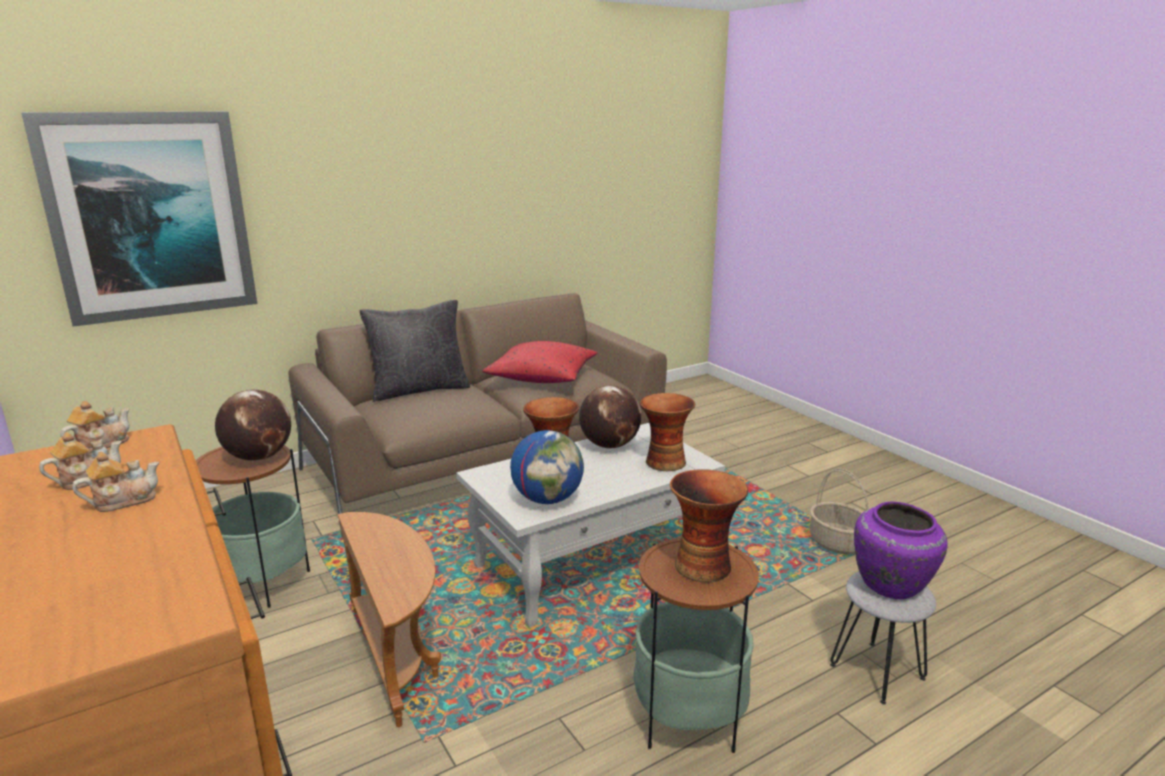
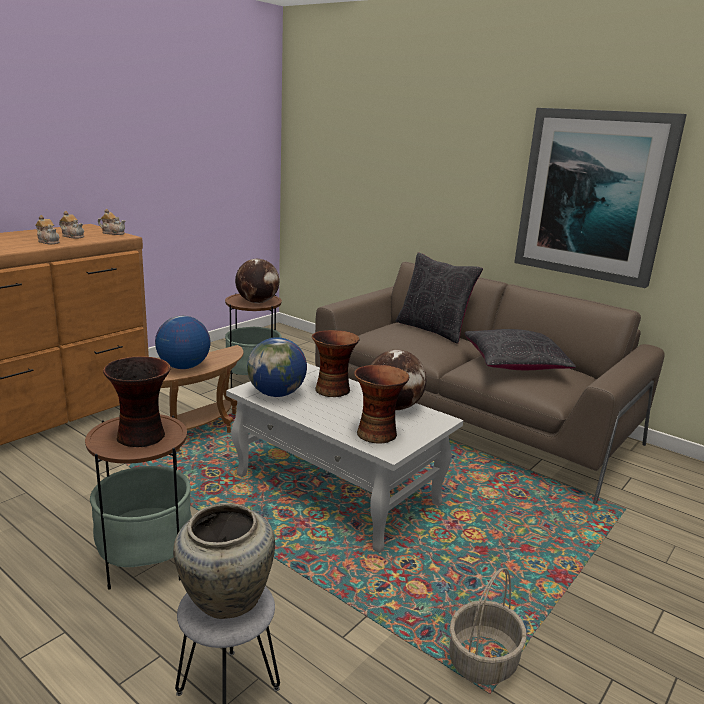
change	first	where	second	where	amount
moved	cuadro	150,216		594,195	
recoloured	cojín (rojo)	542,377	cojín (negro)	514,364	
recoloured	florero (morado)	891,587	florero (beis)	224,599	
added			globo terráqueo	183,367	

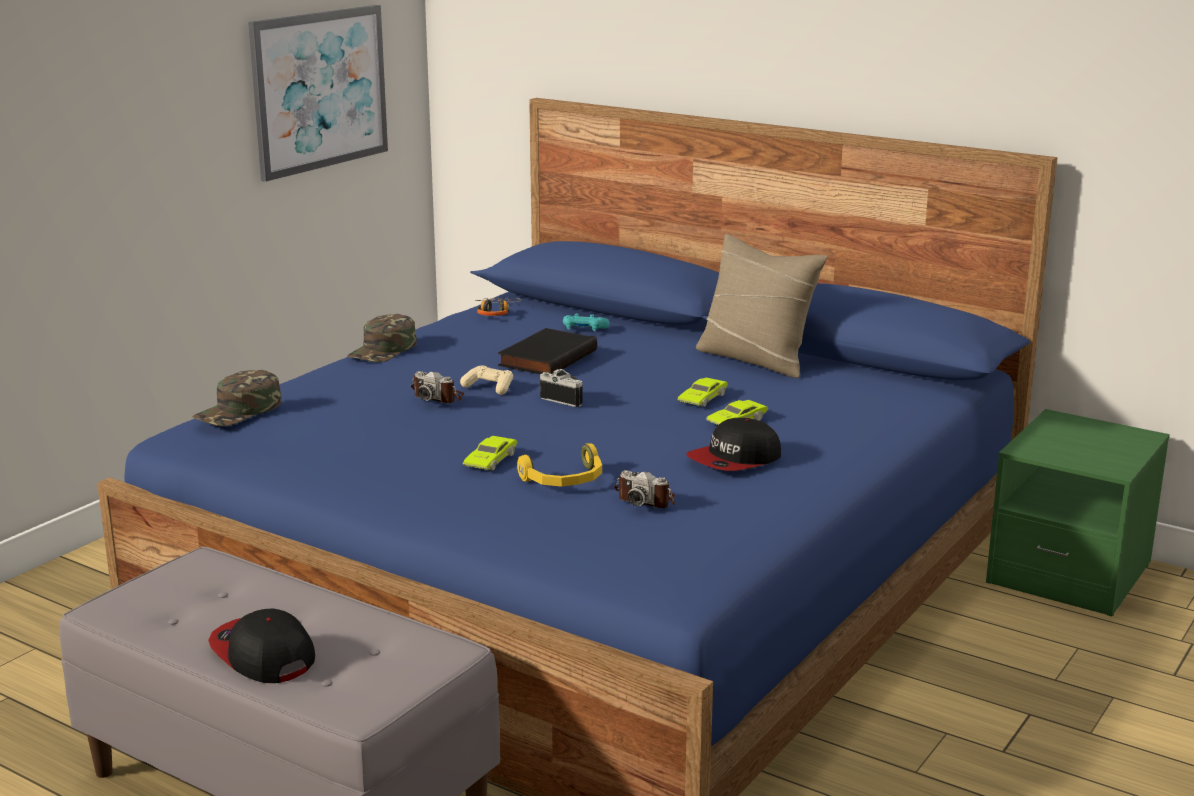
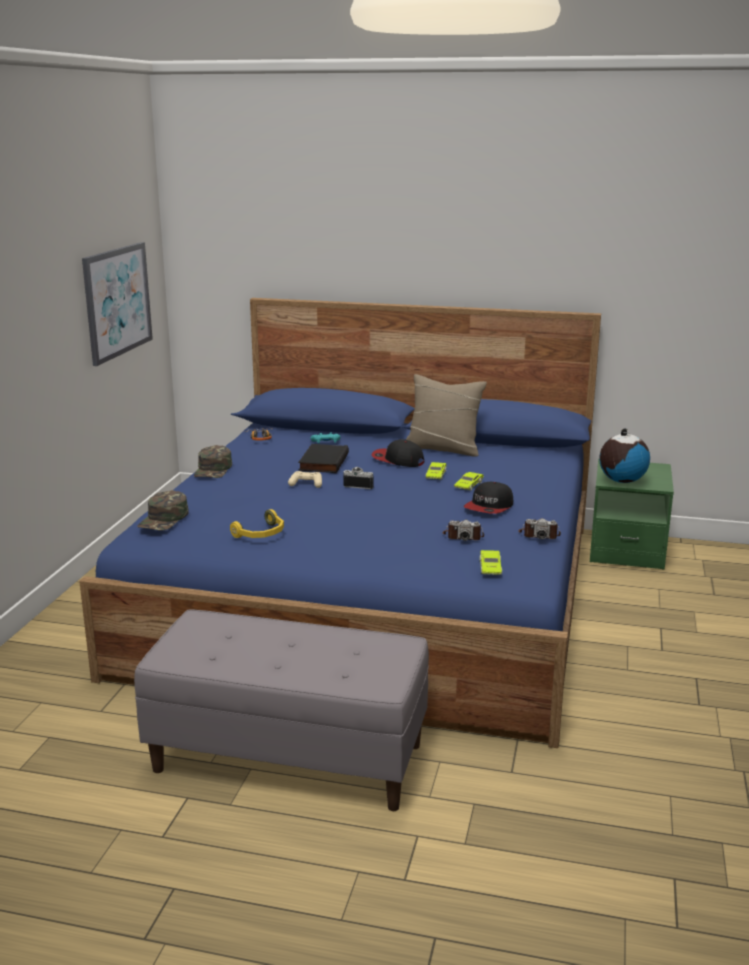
change	first	where	second	where	amount
moved	cámara	438,397		539,535	
moved	coche de juguete (verde)	490,460		490,567	
moved	auriculares (amarillo)	565,481		261,534	
moved	gorra	262,654		397,460	
added			globo terráqueo	621,481	

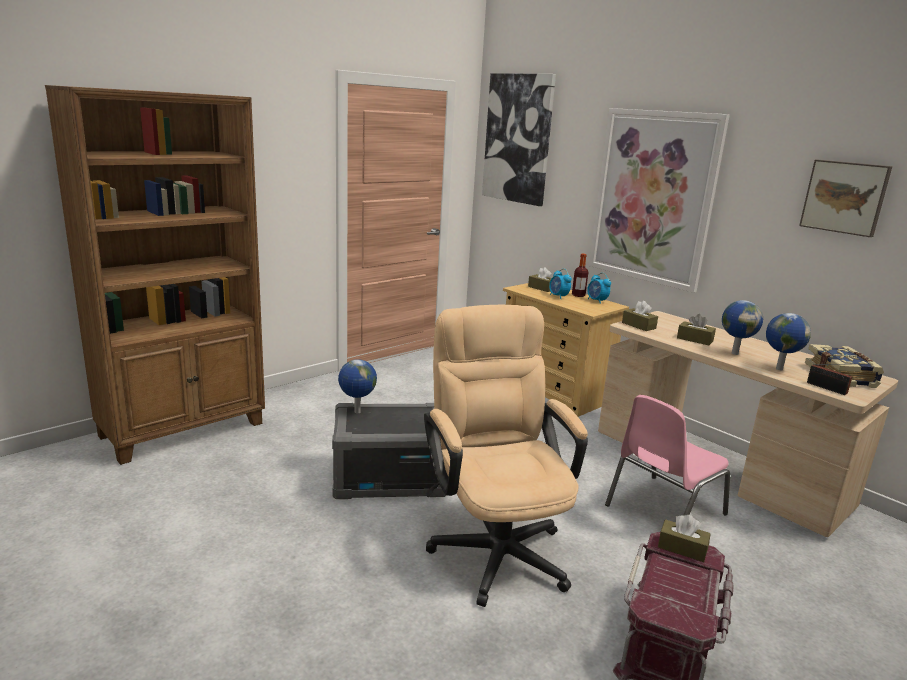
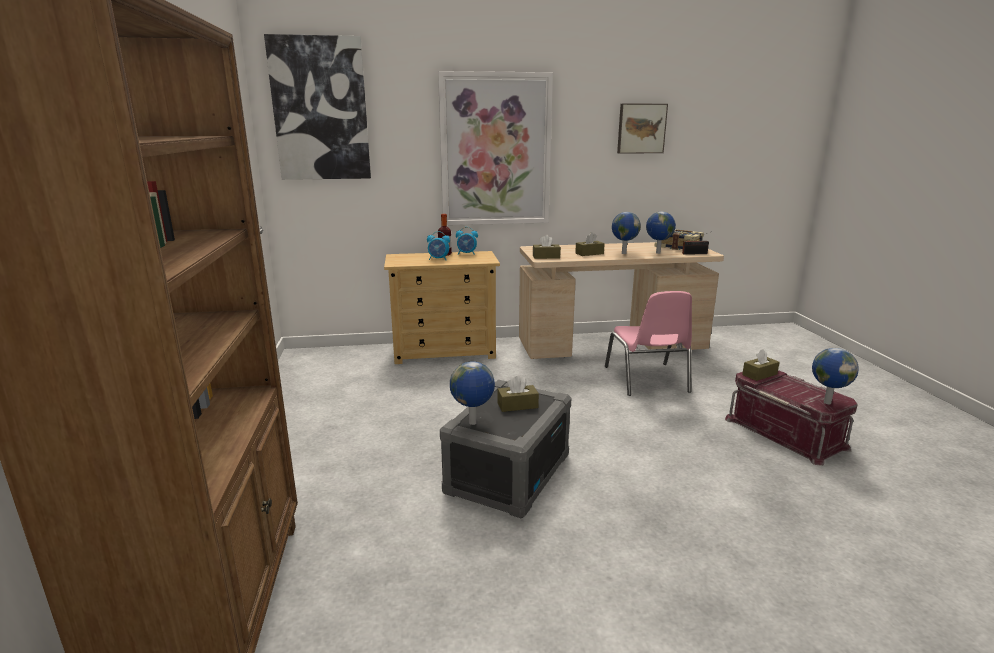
change	first	where	second	where	amount
moved	caja de pañuelos (marrón)	541,288		517,405	
removed	silla de oficina (beis)	495,545			
added			globo terráqueo	826,402	

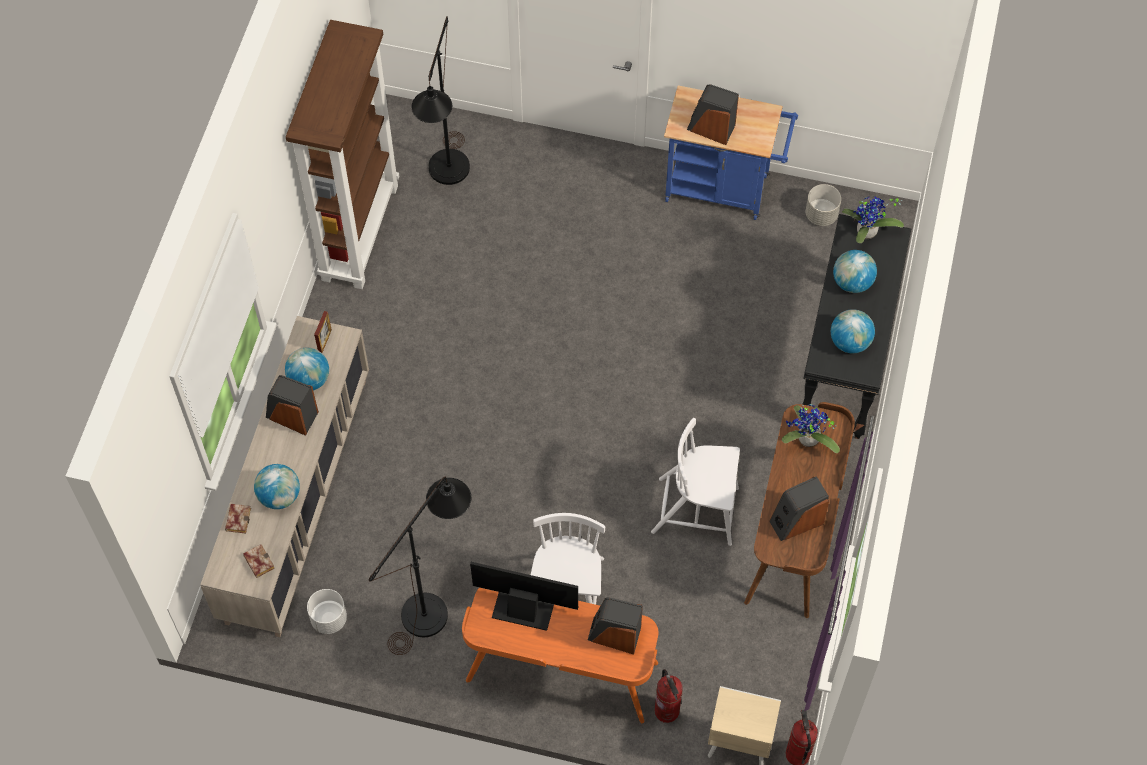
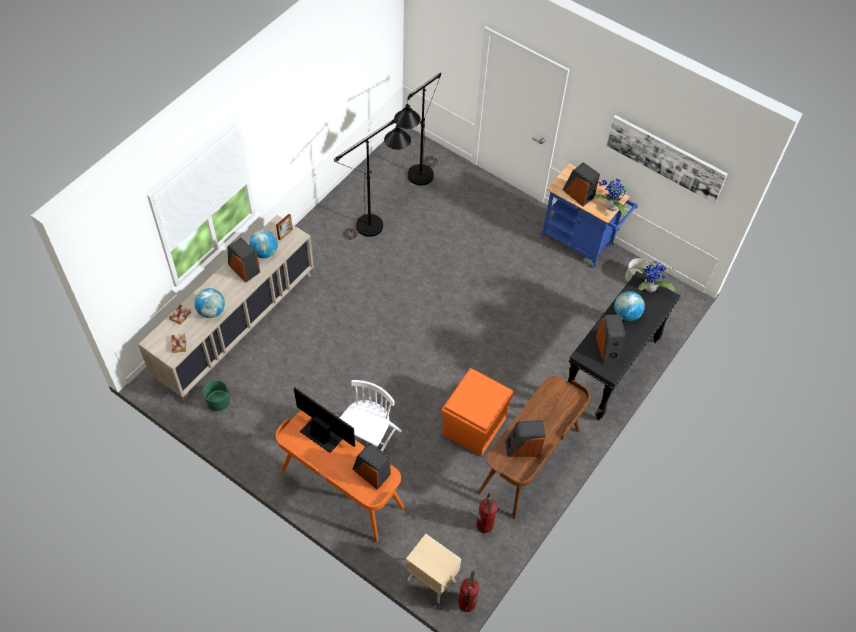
change	first	where	second	where	amount
removed	estantería (marrón)	359,231			
replaced	globo terráqueo	850,342	altavoz	608,349	
moved	planta en maceta	806,441		610,207	
replaced	silla (blanco)	697,511	caja de almacenaje (naranja)	474,425	
moved	lámpara de pie (negro)	433,605		376,223	
recoloured	maceta (blanco)	329,619	maceta (verde)	218,402	
moved	extintor	667,711		484,525	
added			cuadro	665,158	

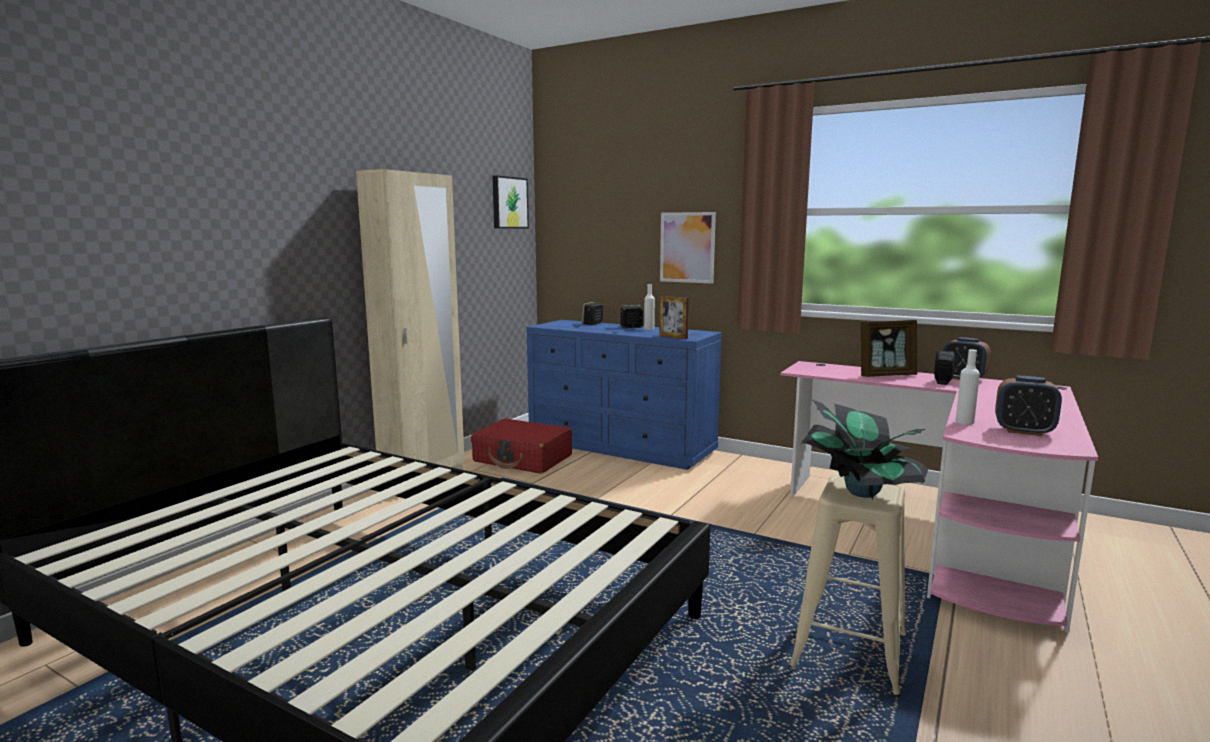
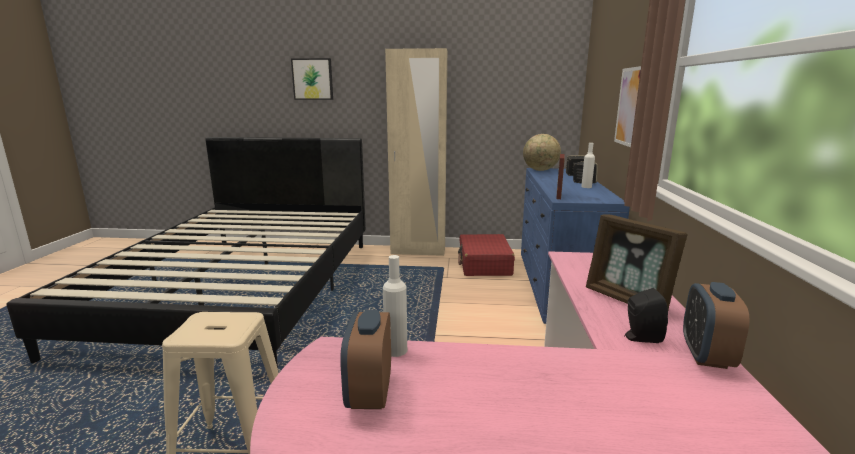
change	first	where	second	where	amount
moved	cuadro	509,203		313,79	
removed	planta en maceta	862,492			
added			globo terráqueo	540,170	

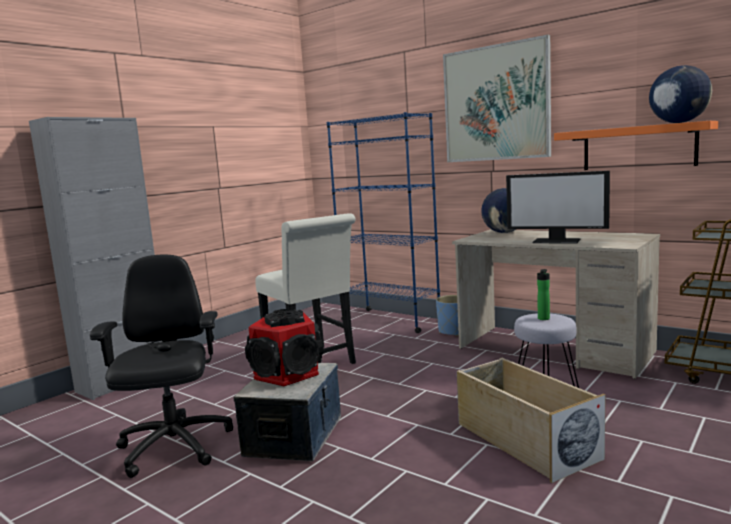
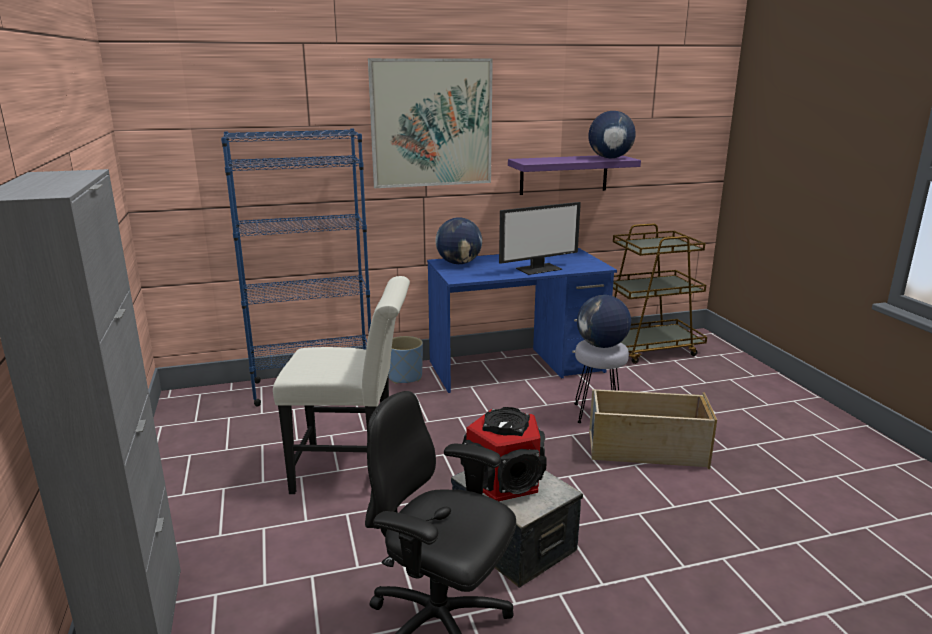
change	first	where	second	where	amount
recoloured	estante (naranja)	638,147	estante (morado)	564,174	
recoloured	escritorio (beis)	554,350	escritorio (azul)	516,367	
replaced	botella	543,319	globo terráqueo	602,346	

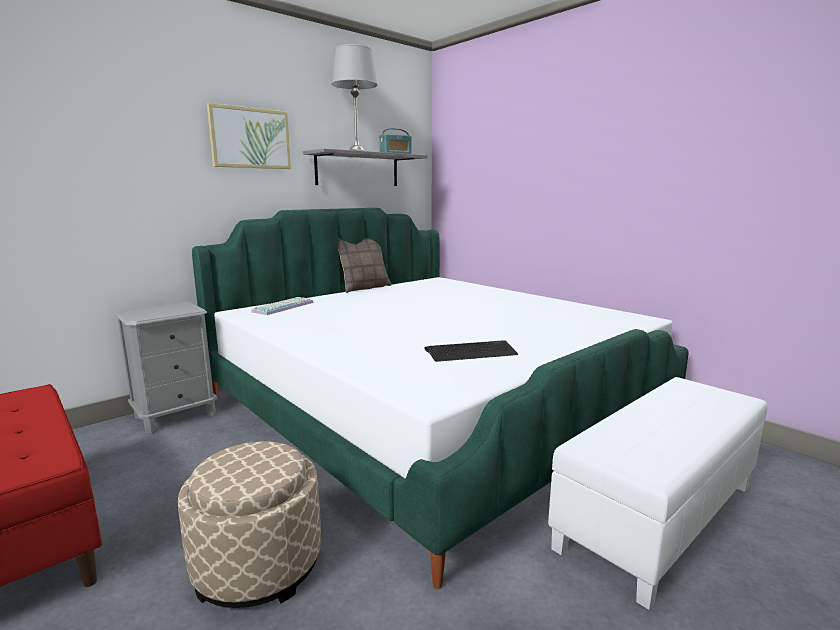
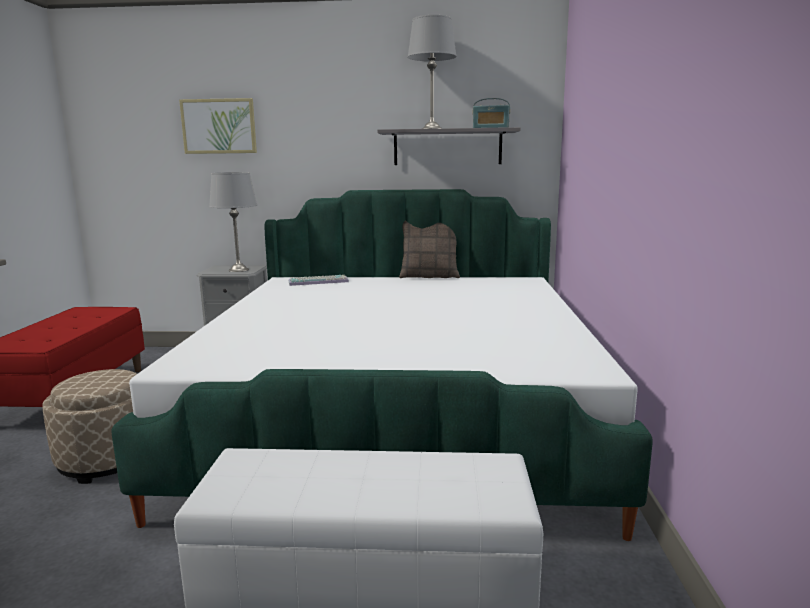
change	first	where	second	where	amount
moved	cuadro	250,138		219,126	
removed	teclado	471,352			
added			lámpara de mesa (gris)	239,270	

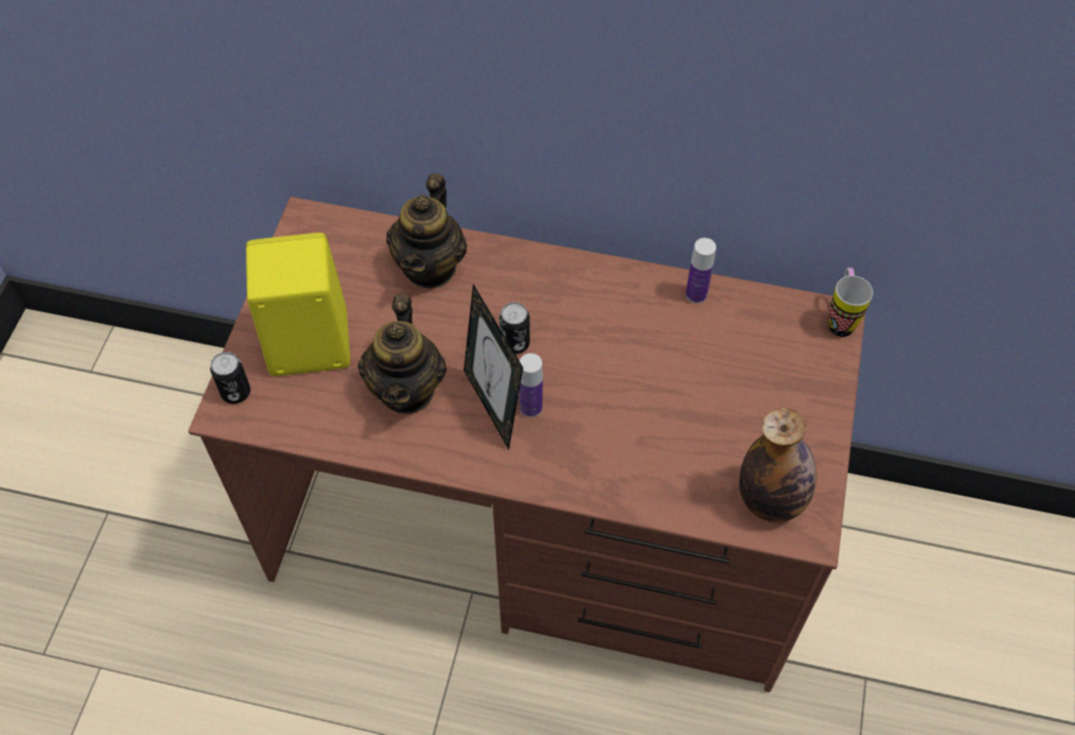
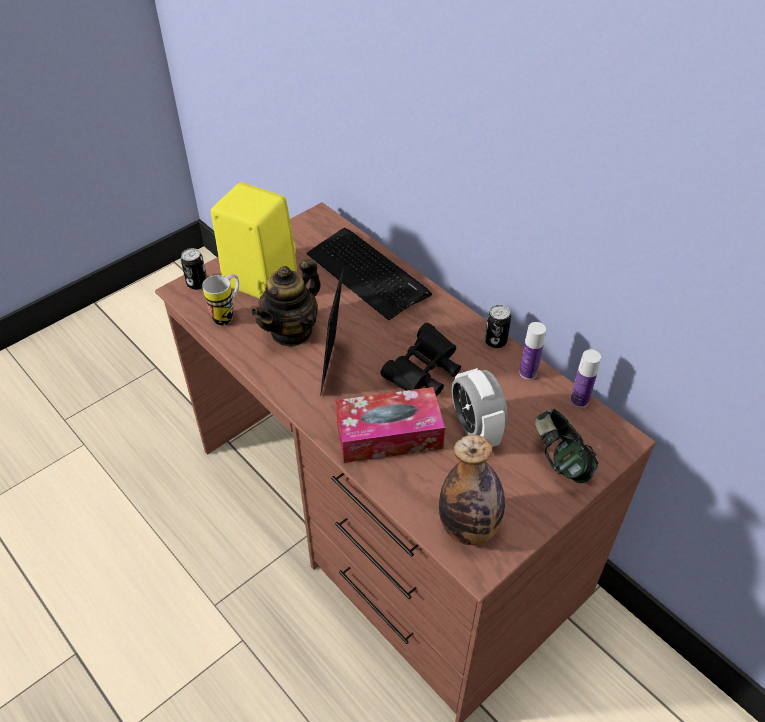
change	first	where	second	where	amount
replaced	tetera	430,266	teclado	367,274	
moved	taza grande	840,319		228,315	
moved	lata	515,343		495,341	
moved	botella	531,407		579,400	
added			prismáticos (negro)	423,373	
added			despertador	475,430	
added			caja de pañuelos	389,434	
added			auriculares	560,461	

